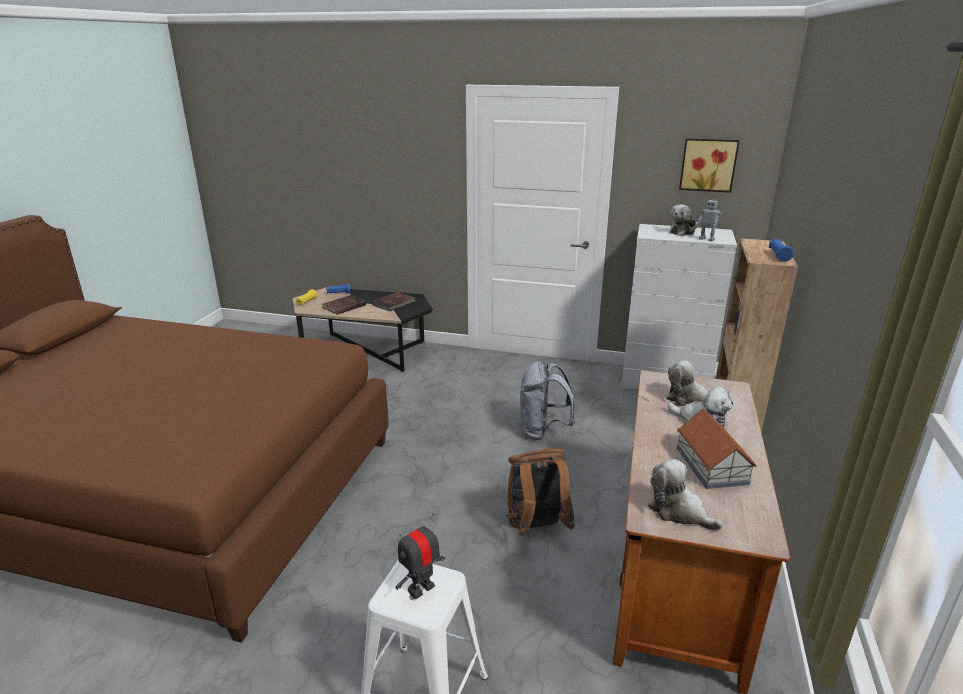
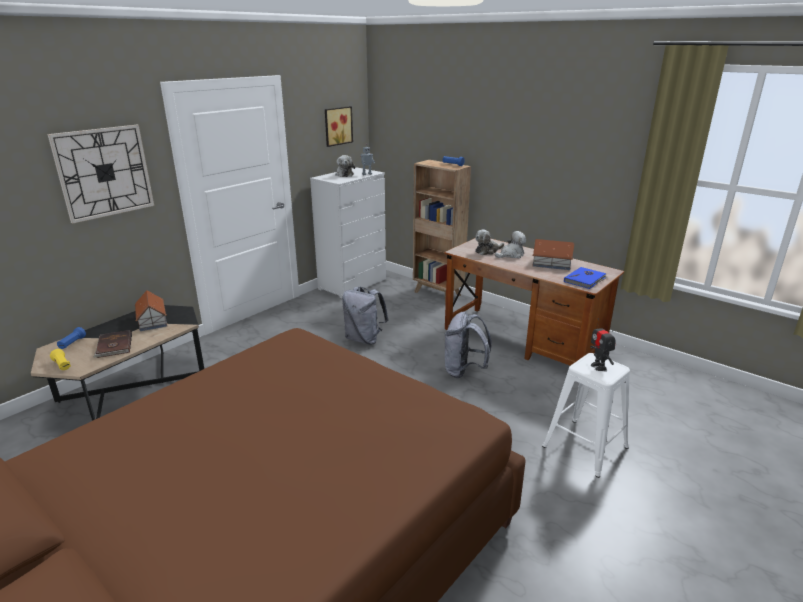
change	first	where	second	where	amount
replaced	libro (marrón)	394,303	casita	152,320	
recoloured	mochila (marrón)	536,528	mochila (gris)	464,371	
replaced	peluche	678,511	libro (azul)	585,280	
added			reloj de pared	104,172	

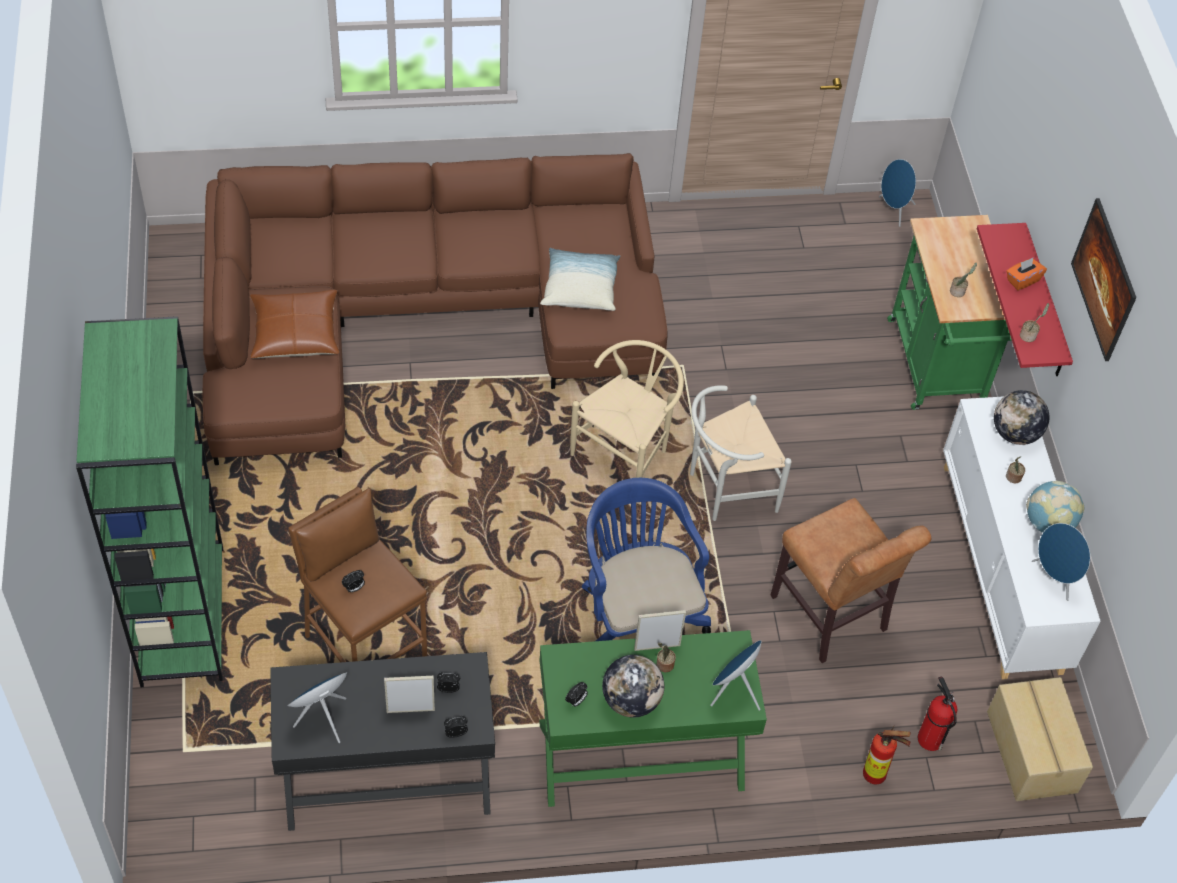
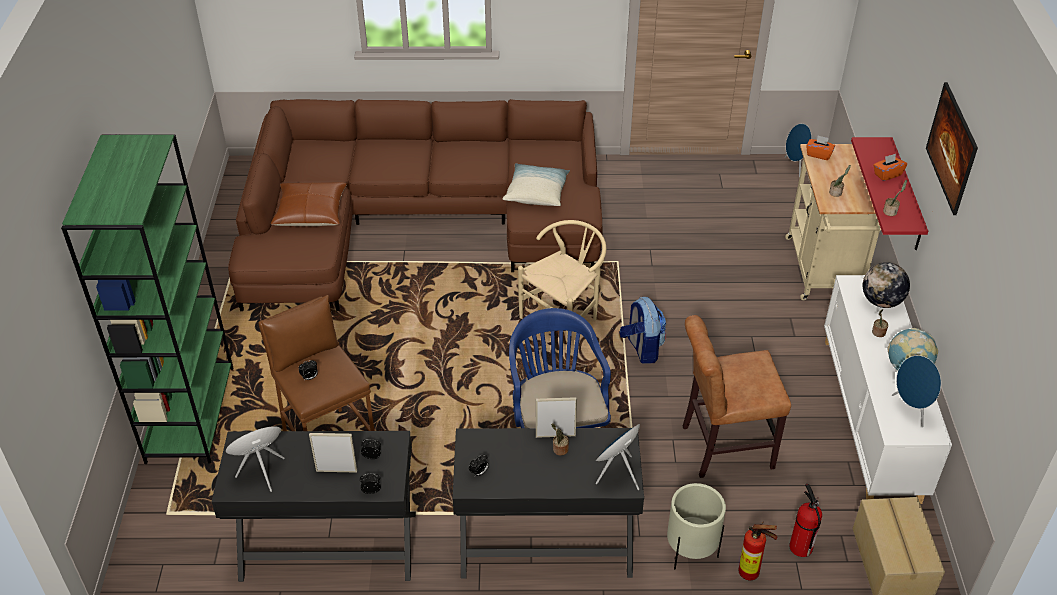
change	first	where	second	where	amount
recoloured	carrito (verde)	937,369	carrito (beis)	824,273	
replaced	silla (blanco)	725,489	mochila	642,348	
turned	silla (marrón)	832,618		722,447	105 degrees clockwise
recoloured	escritorio (verde)	640,756	escritorio (negro)	546,543	
removed	globo terráqueo	631,700			
added			caja de pañuelos (naranja)	819,154	
added			maceta (beis)	690,552	

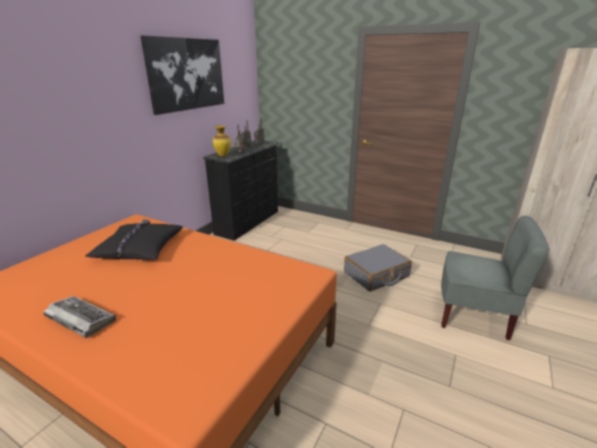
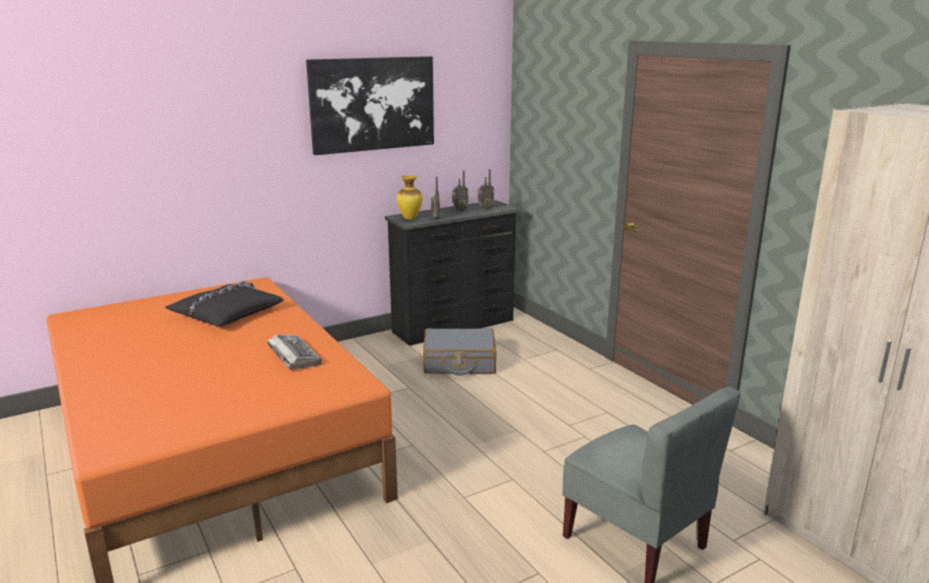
change	first	where	second	where	amount
moved	maleta (gris)	376,275		459,362	
moved	teclado	80,319		293,356	

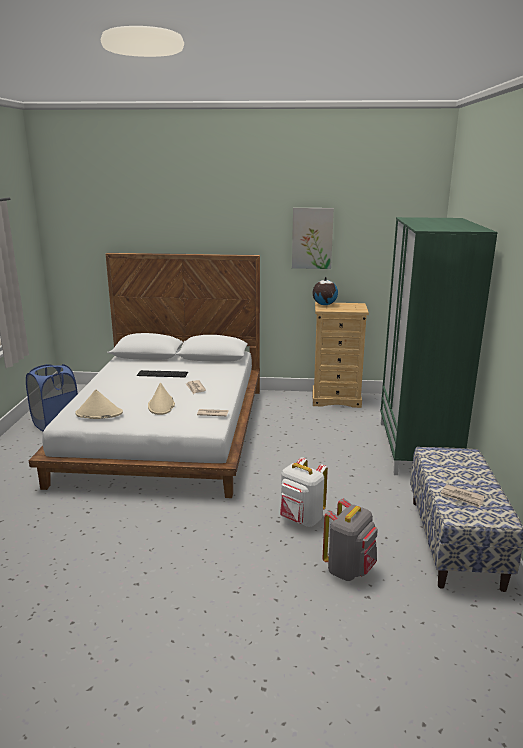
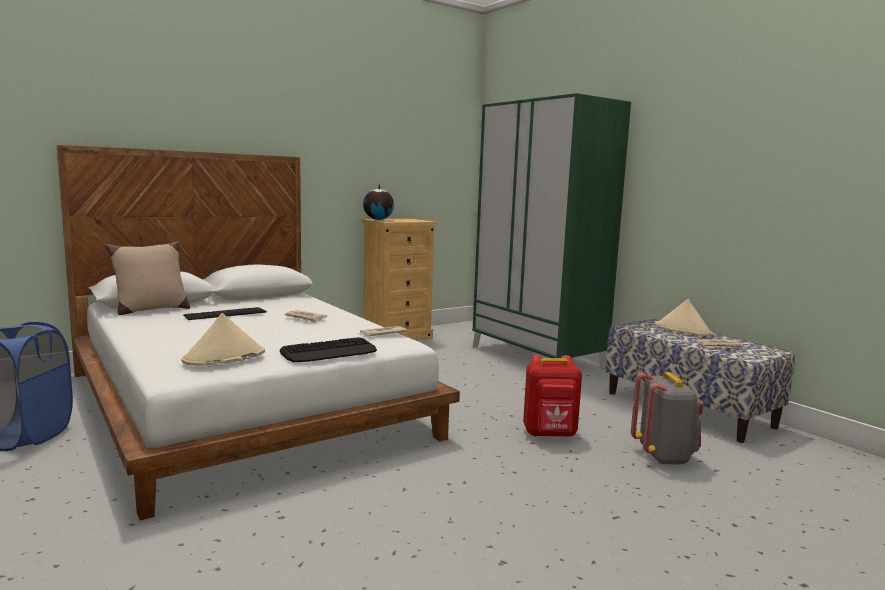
change	first	where	second	where	amount
removed	cuadro	312,238			
moved	sombrero (beis)	161,405		683,330	
recoloured	mochila (blanco)	301,519	mochila (rojo)	550,434	
added			cojín (beis)	151,310	
added			teclado	329,352	

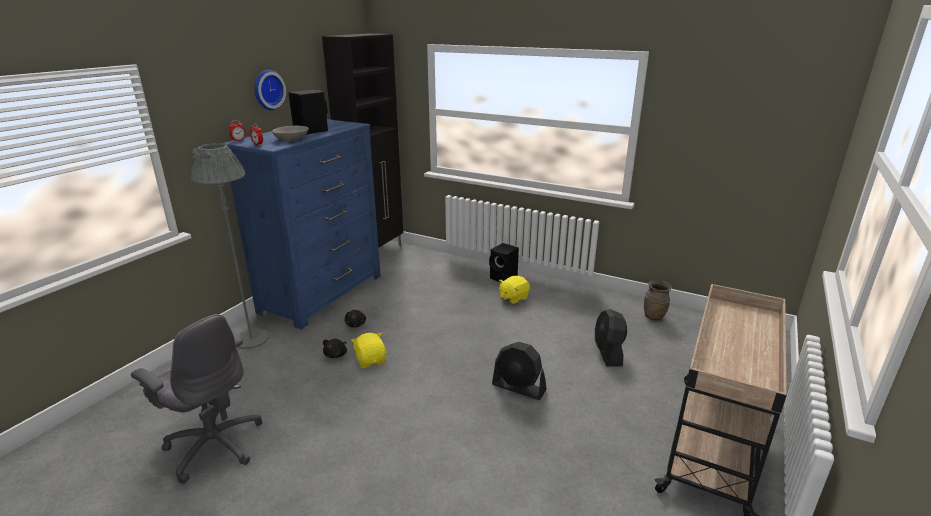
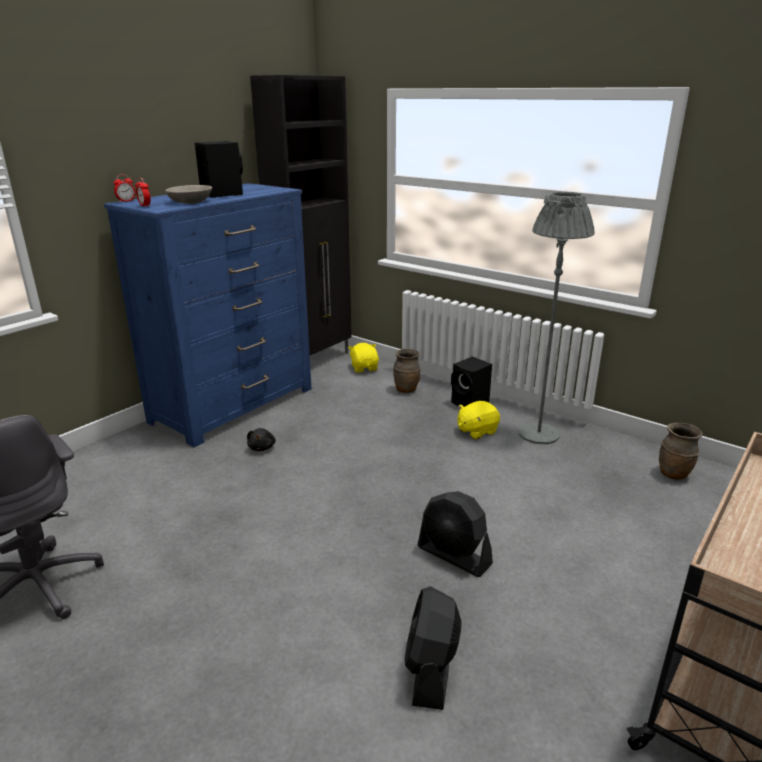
change	first	where	second	where	amount
removed	reloj de pared	267,89			
moved	lámpara de pie (gris)	251,339		538,434	
moved	ventilador (negro)	608,353		431,669	
moved	peluche (amarillo)	371,360		364,368	
removed	peluche (negro)	336,354			
added			florero (marrón)	406,389	

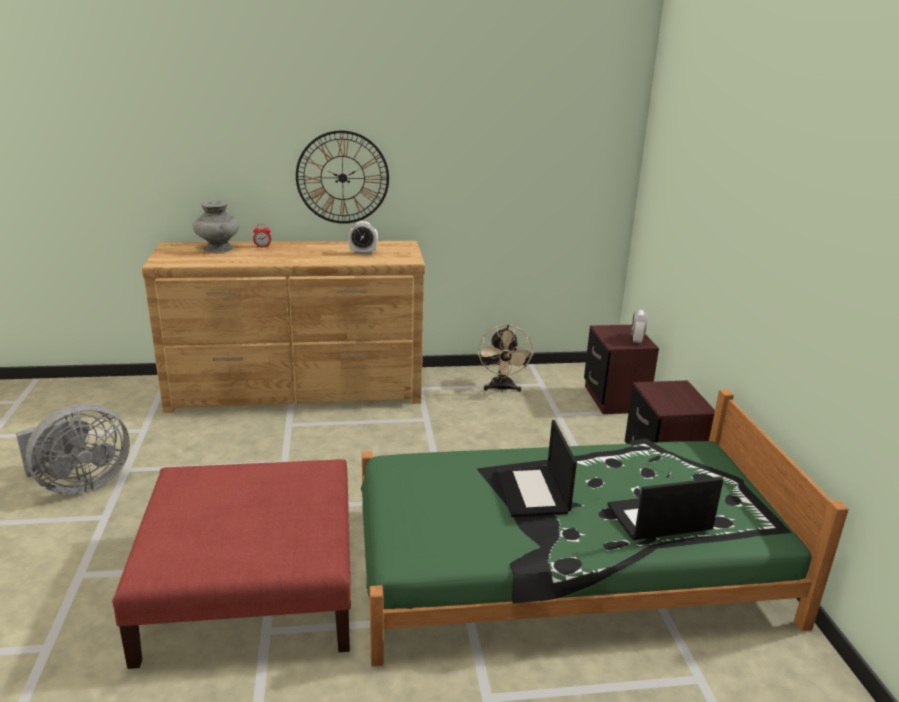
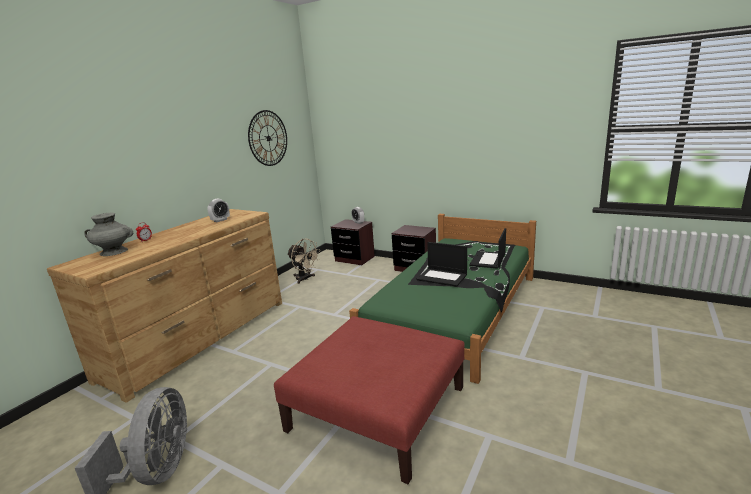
change	first	where	second	where	amount
moved	reloj de pared	342,178		268,138	

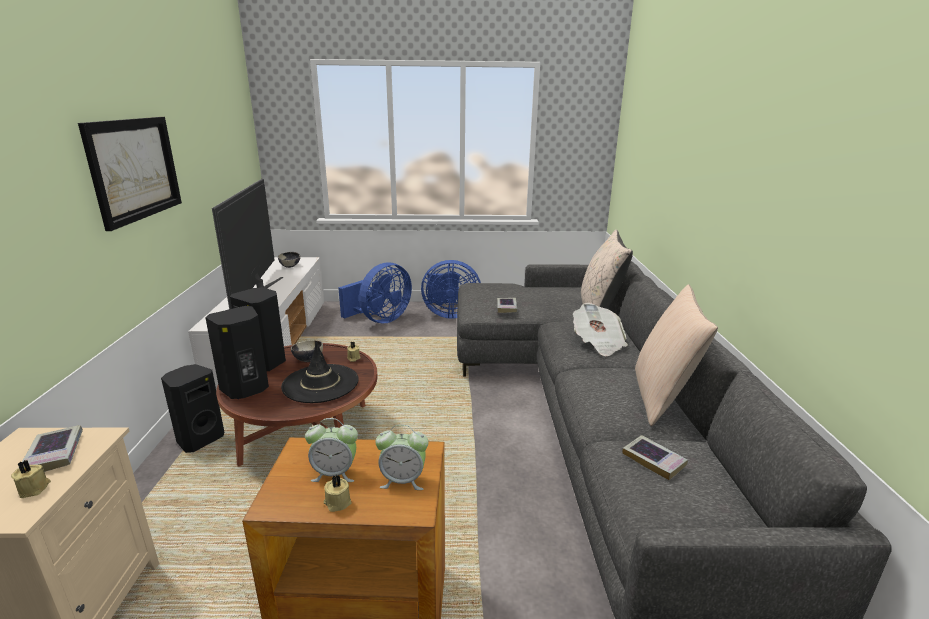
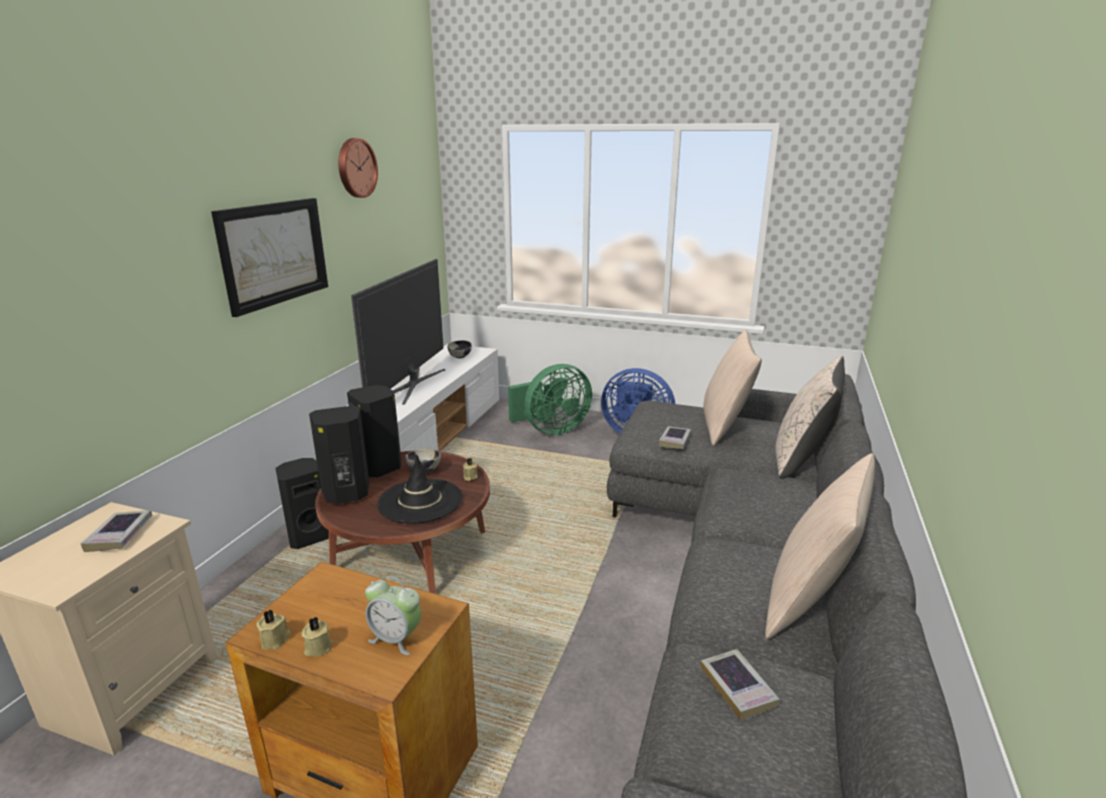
change	first	where	second	where	amount
recoloured	ventilador (azul)	380,320	ventilador (verde)	551,430	
removed	periódico	598,343			
removed	despertador	335,473			
moved	vela (beis)	35,488		276,640	
added			reloj de pared	355,168	
added			cojín (beis)	724,426	

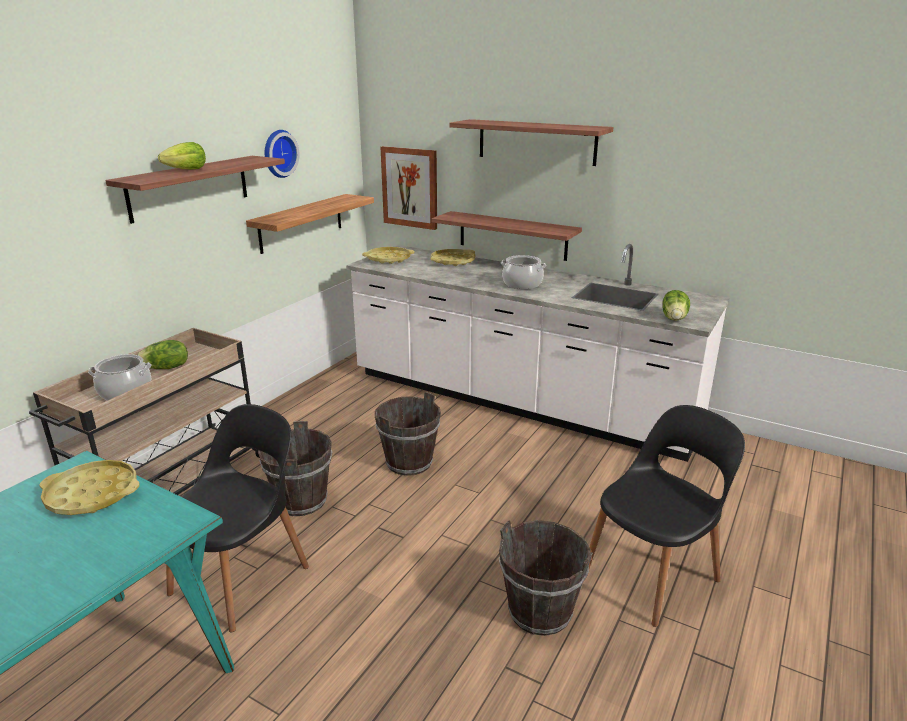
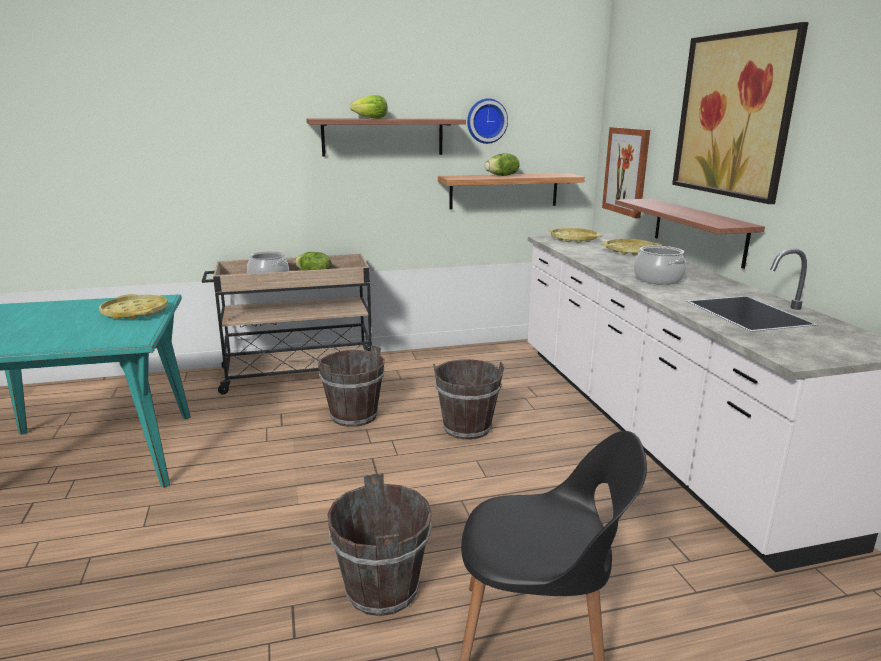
change	first	where	second	where	amount
replaced	estante	536,142	cuadro	734,115	
moved	lechuga	674,318		502,176	
removed	silla (negro)	243,577			

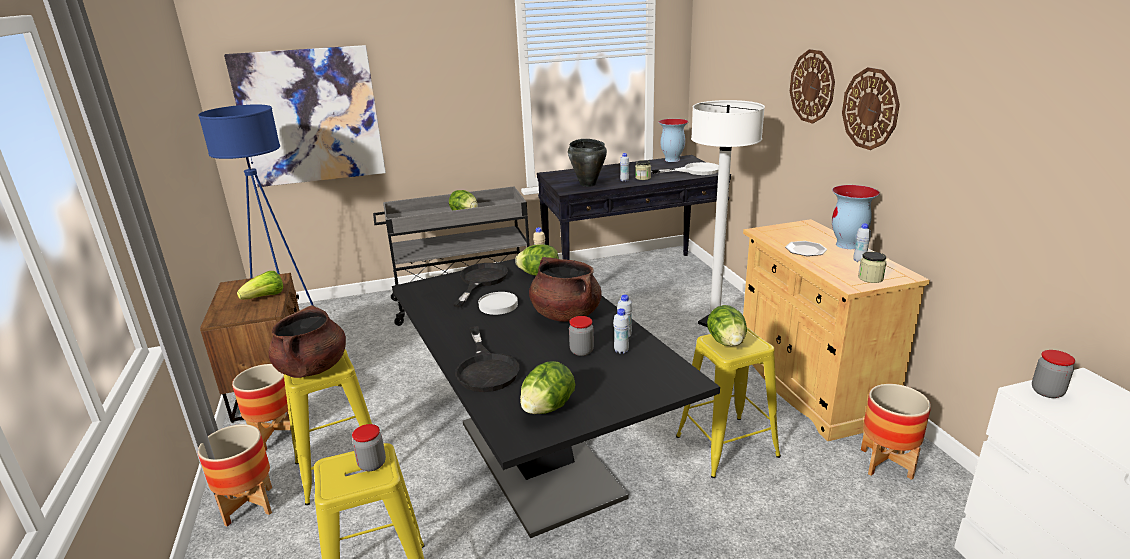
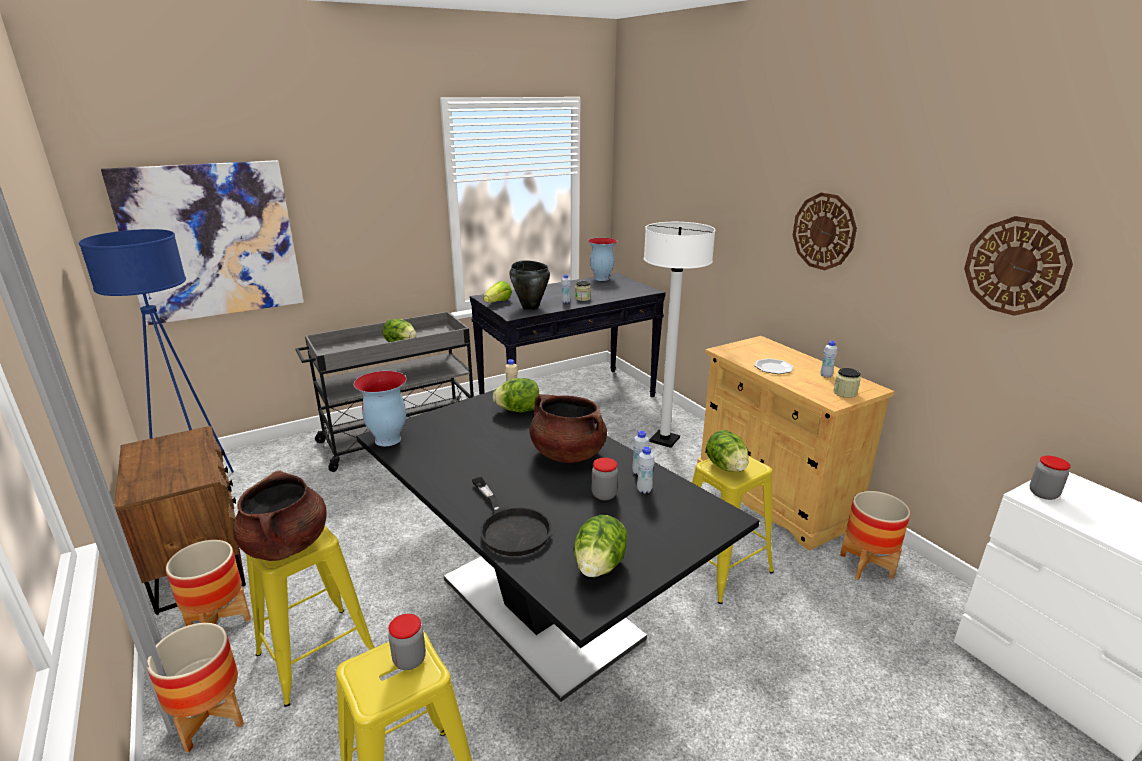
change	first	where	second	where	amount
moved	reloj de pared	812,86		1016,266	
removed	sartén (blanco)	694,171			
moved	florero	847,245		388,440	
removed	sartén (negro)	480,281			
moved	lechuga	265,297		498,302	
removed	plato (blanco)	498,305			

